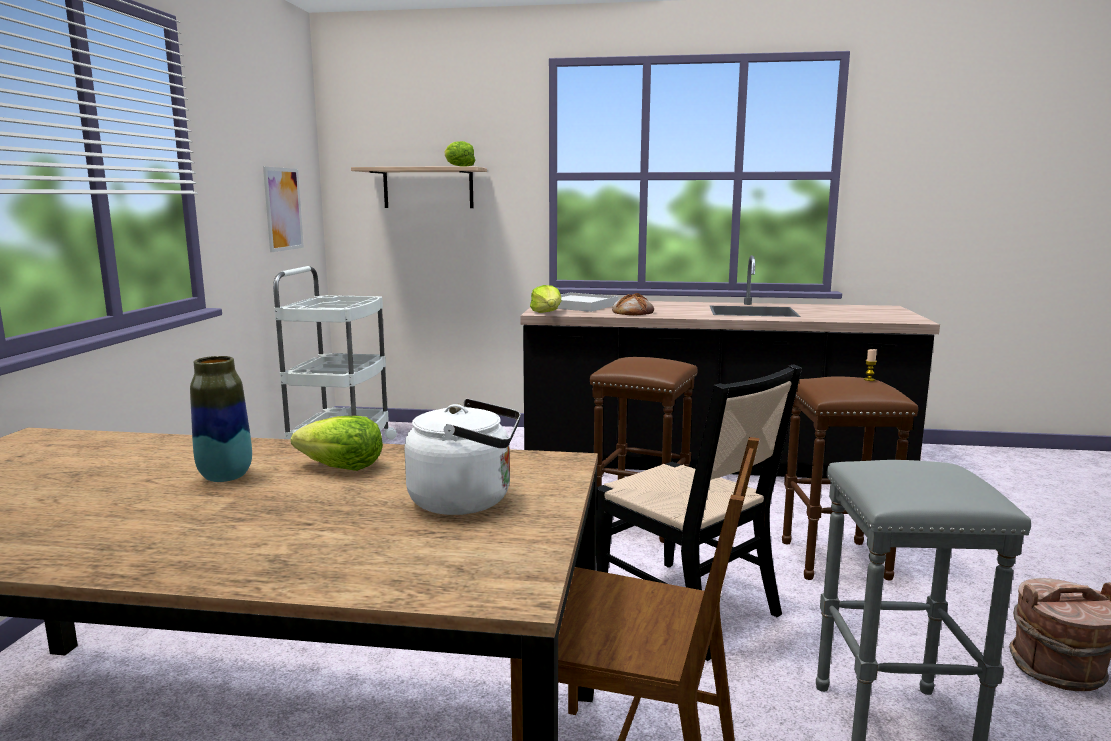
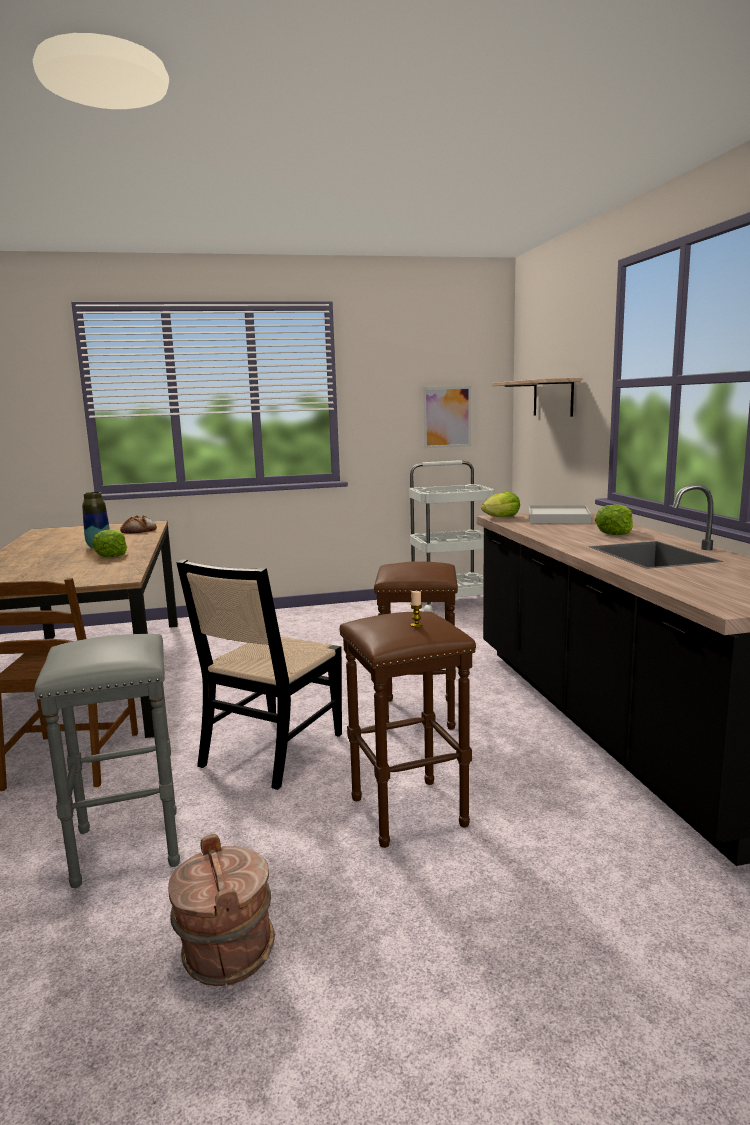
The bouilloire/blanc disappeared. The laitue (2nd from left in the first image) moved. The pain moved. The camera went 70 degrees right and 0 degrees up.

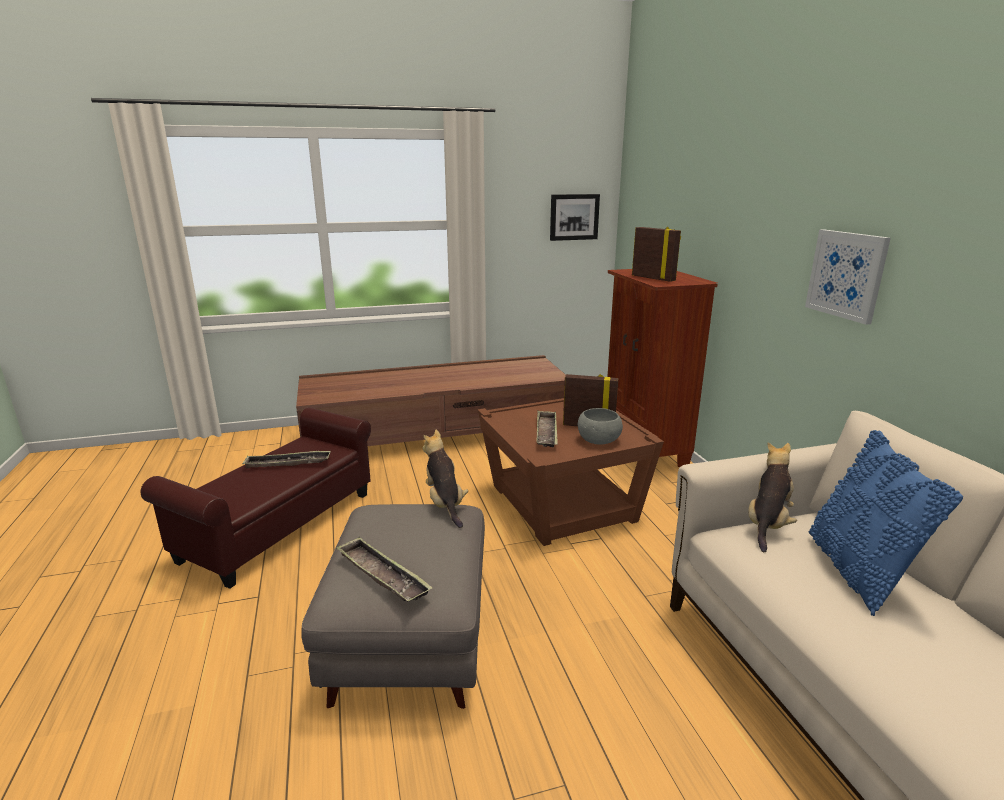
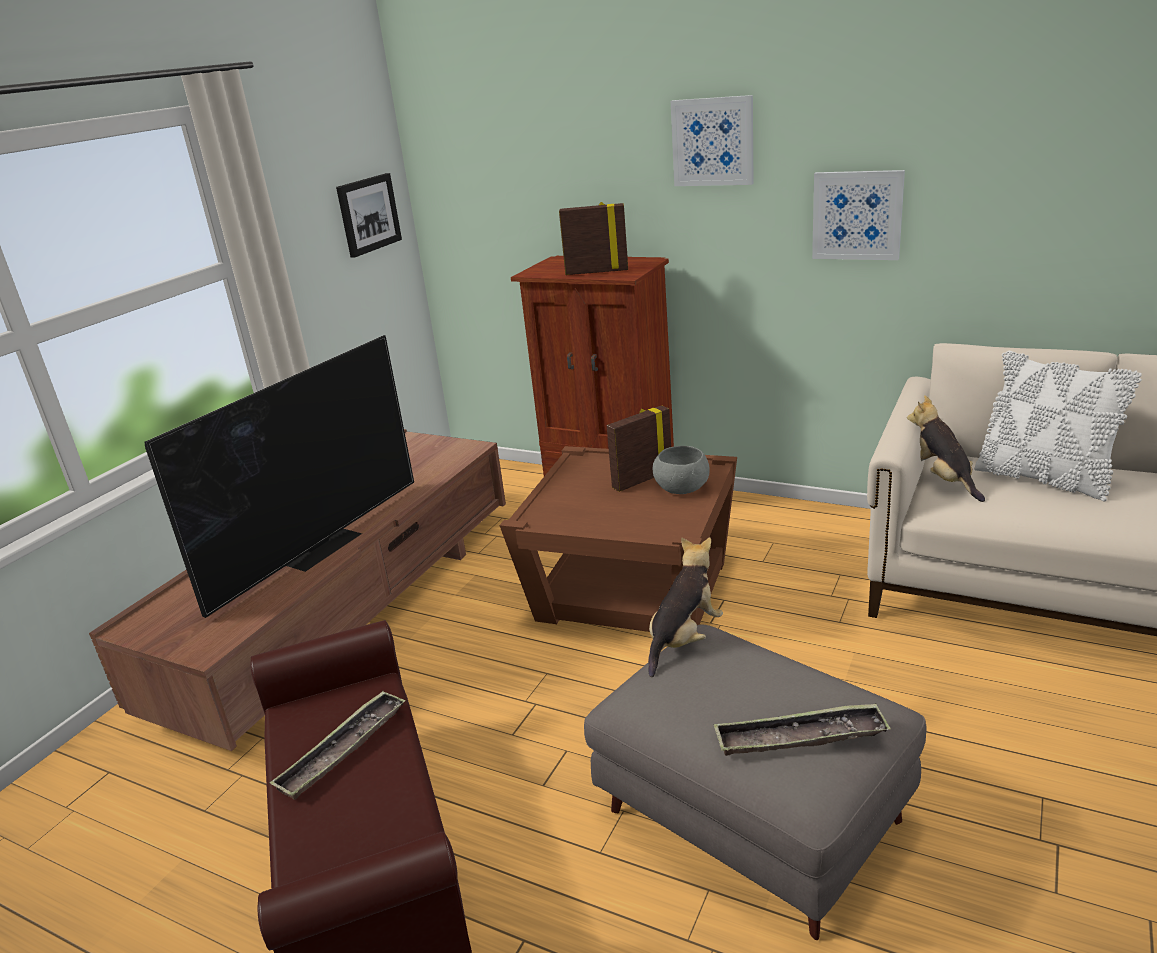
The plateau (3rd from left) disappeared. The téléviseur appeared. The tableau (2nd from left) appeared. The coussin/bleu became the coussin/blanc. The peluche (1st from left) turned 105 degrees clockwise. The camera went 45 degrees left and 5 degrees up.

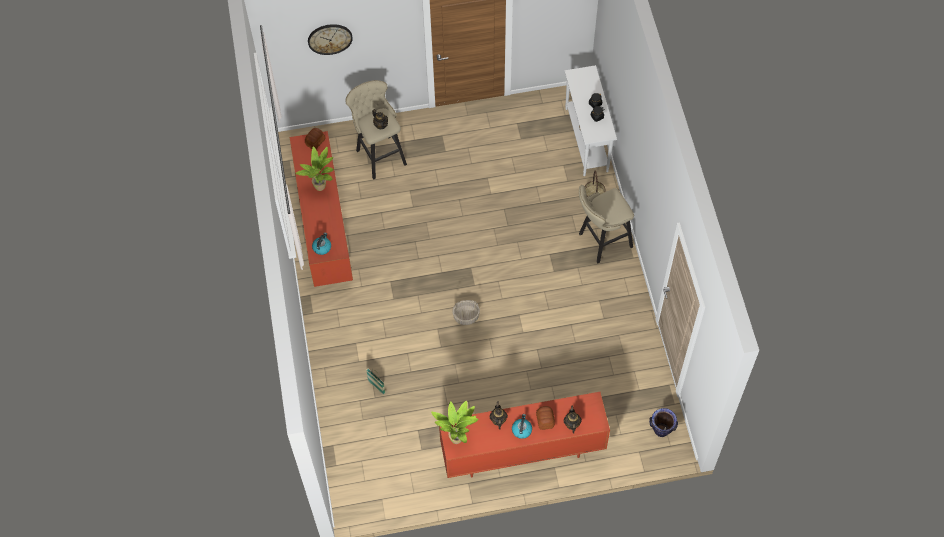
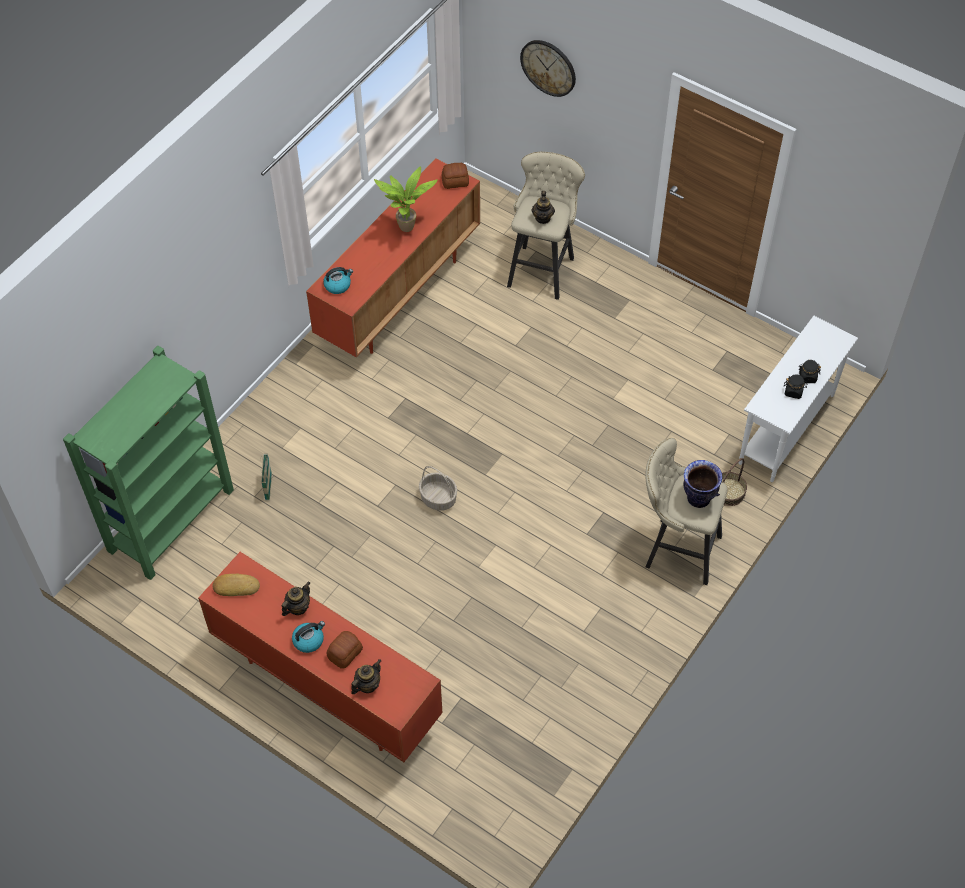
The bibliothèque/vert appeared. The vase moved. The plante en pot (2nd from left) was replaced by the pain (1st from left). The camera went 45 degrees right and 5 degrees down.

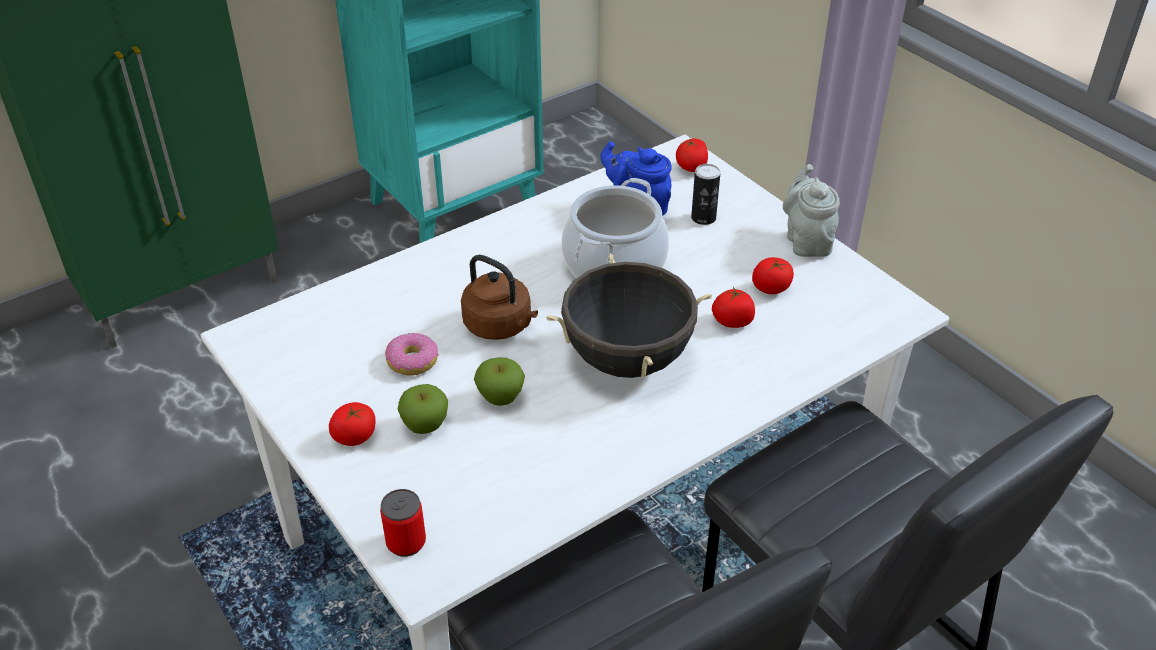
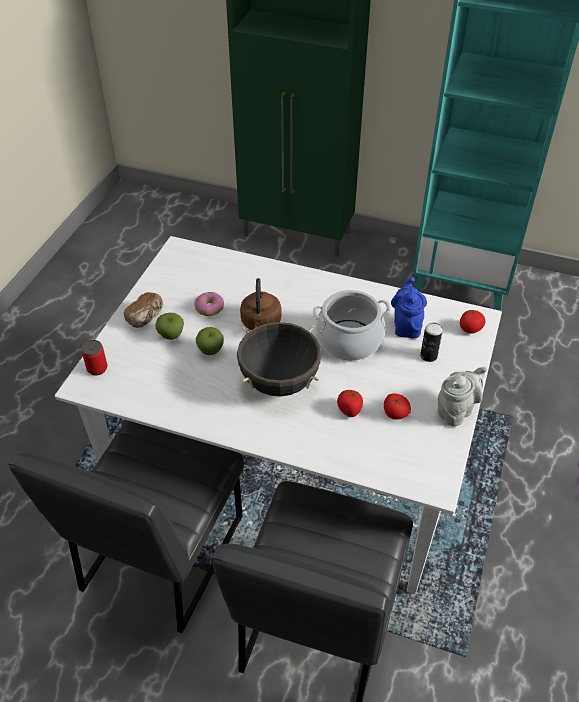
The tomate (1st from left) was replaced by the pain. The camera went 55 degrees right and 5 degrees up.

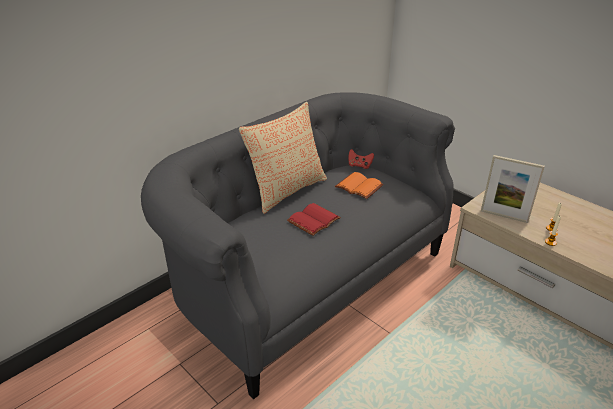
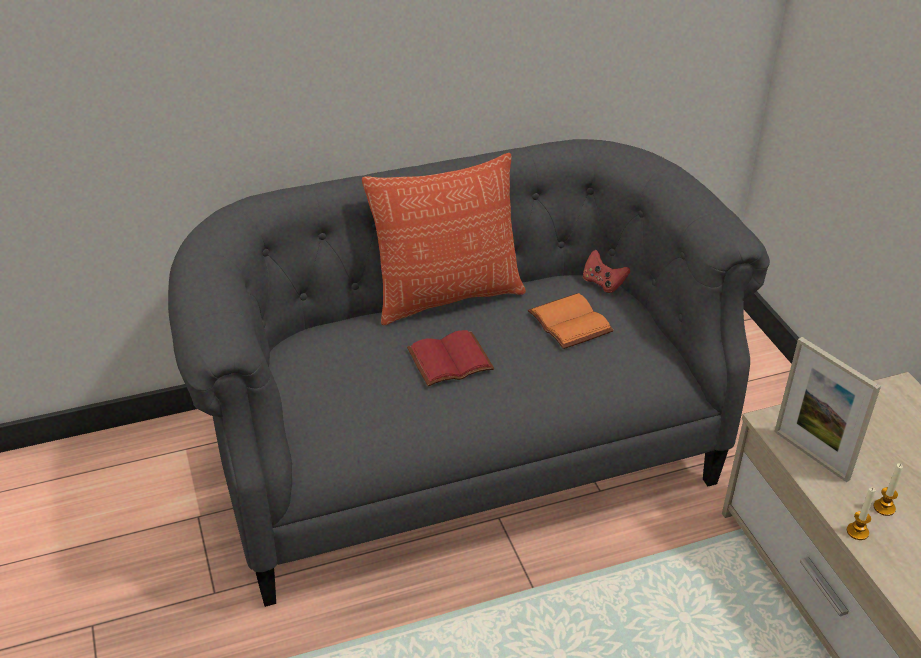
The coussin/beige became the coussin/orange. The camera went 25 degrees right and 5 degrees up.

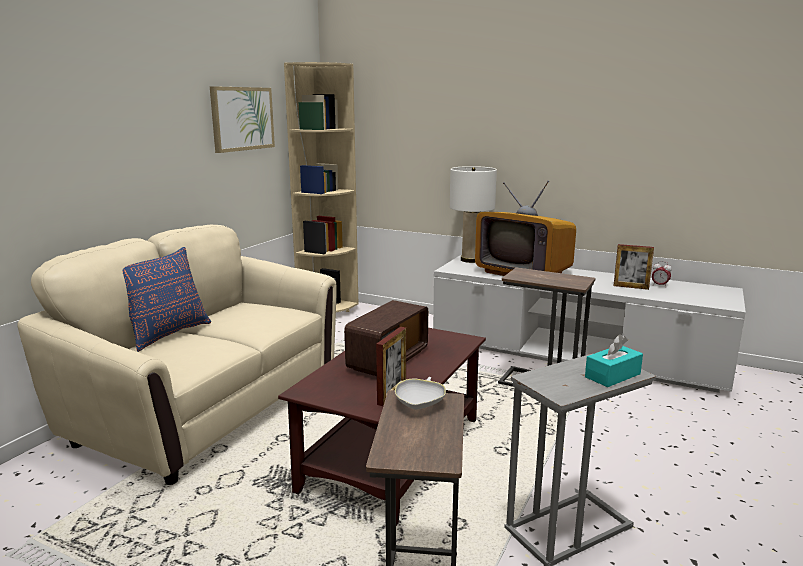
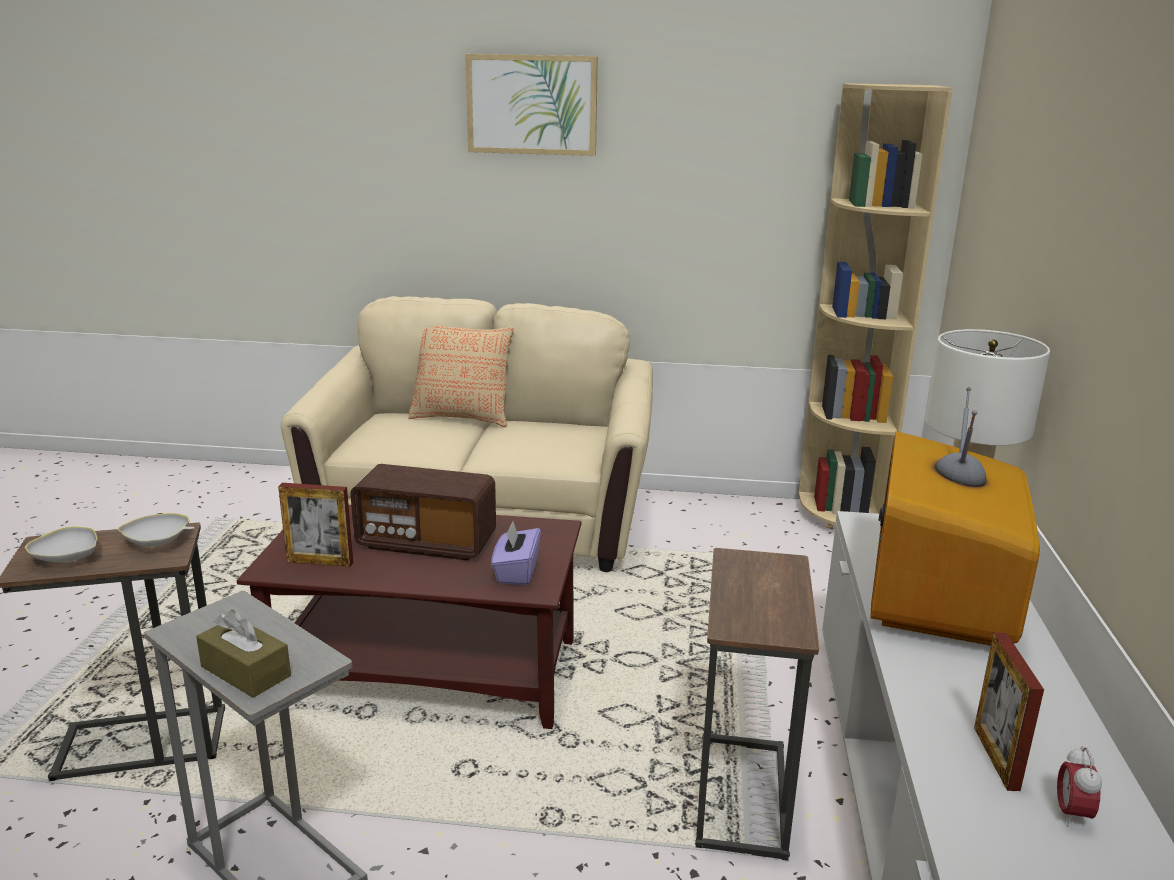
The bol/blanc (1st from left) appeared. The boîte à mouchoirs/violet appeared. The tableau moved. The coussin/bleu became the coussin/beige. The boîte à mouchoirs/turquoise became the boîte à mouchoirs/marron. The camera went 70 degrees right and 5 degrees up.

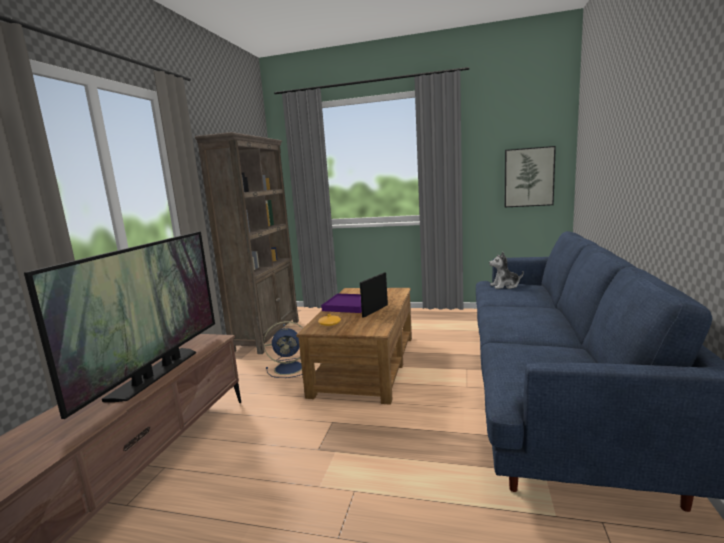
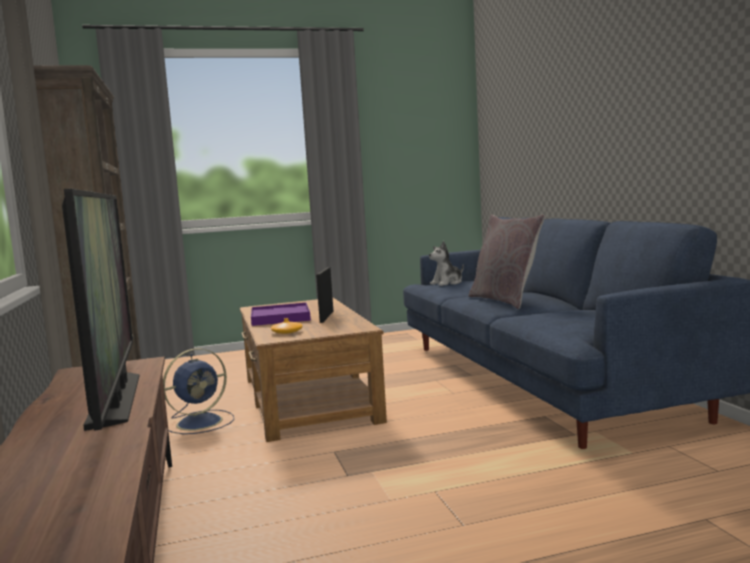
The tableau disappeared. The coussin/gris appeared. The camera went 30 degrees left and 5 degrees down.

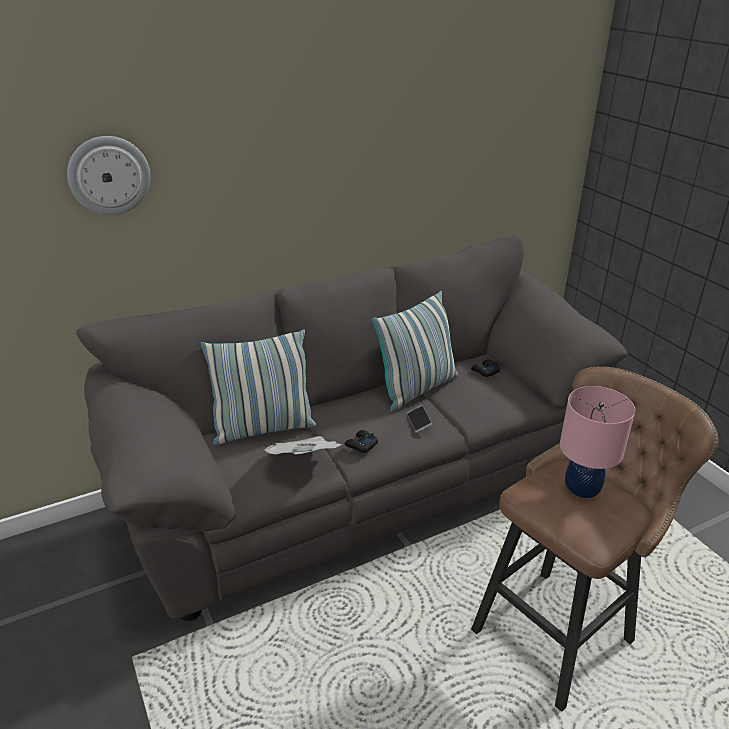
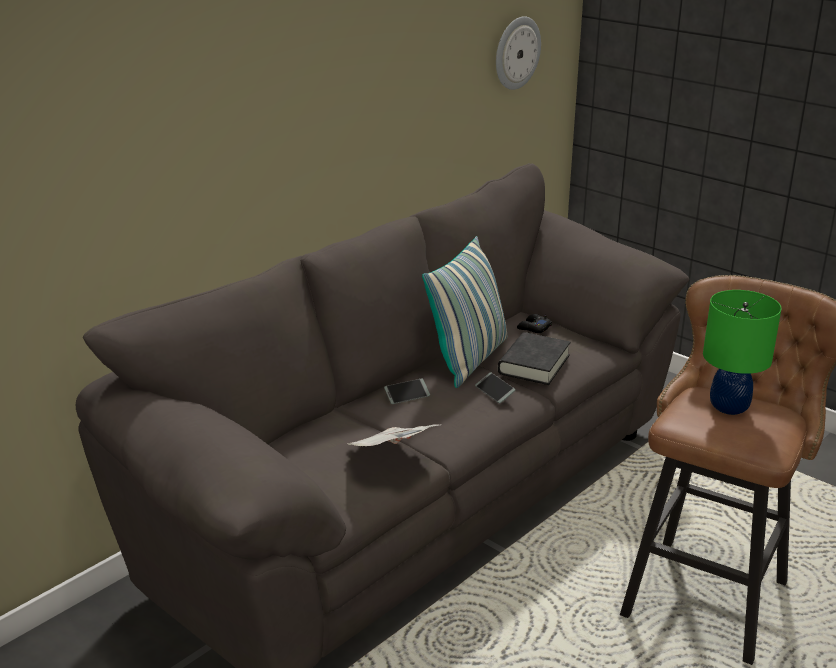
The coussin (1st from left) disappeared. The manette/noir (1st from left) disappeared. The téléphone (1st from left) appeared. The livre/noir appeared. The horloge murale moved. The lampe de table/rose became the lampe de table/vert. The camera went 20 degrees left and 5 degrees down.

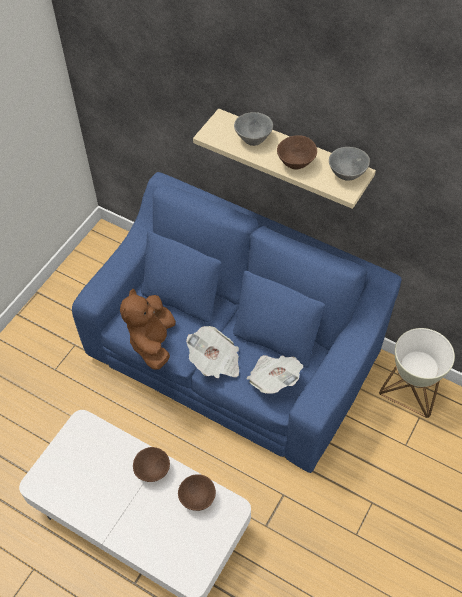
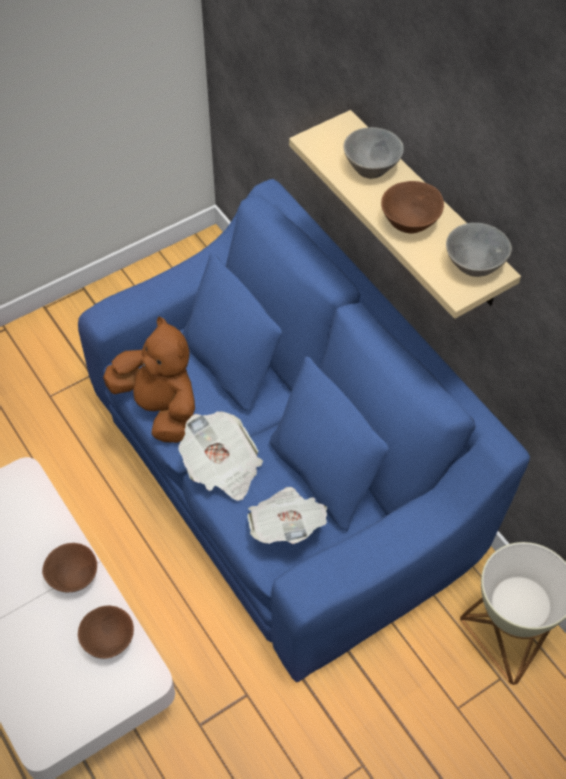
The peluche/marron turned 105 degrees clockwise. The camera went 25 degrees right and 0 degrees up.

